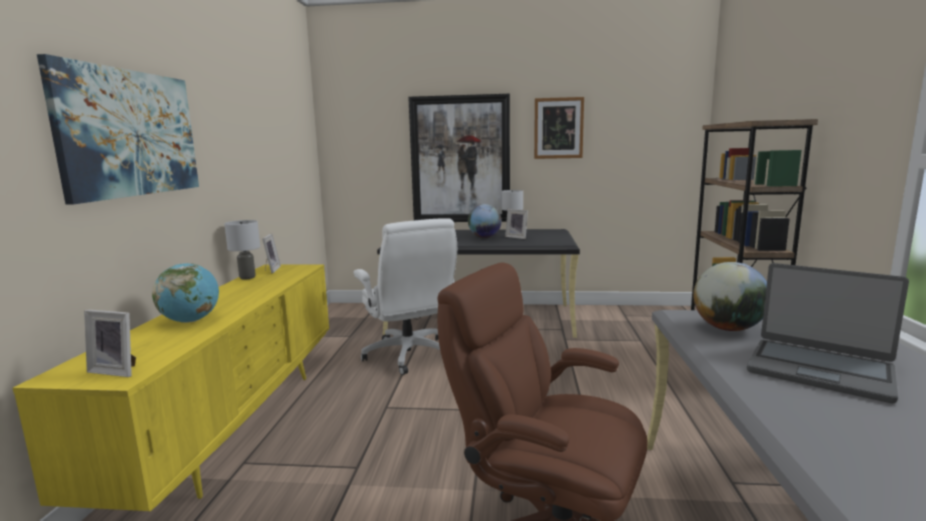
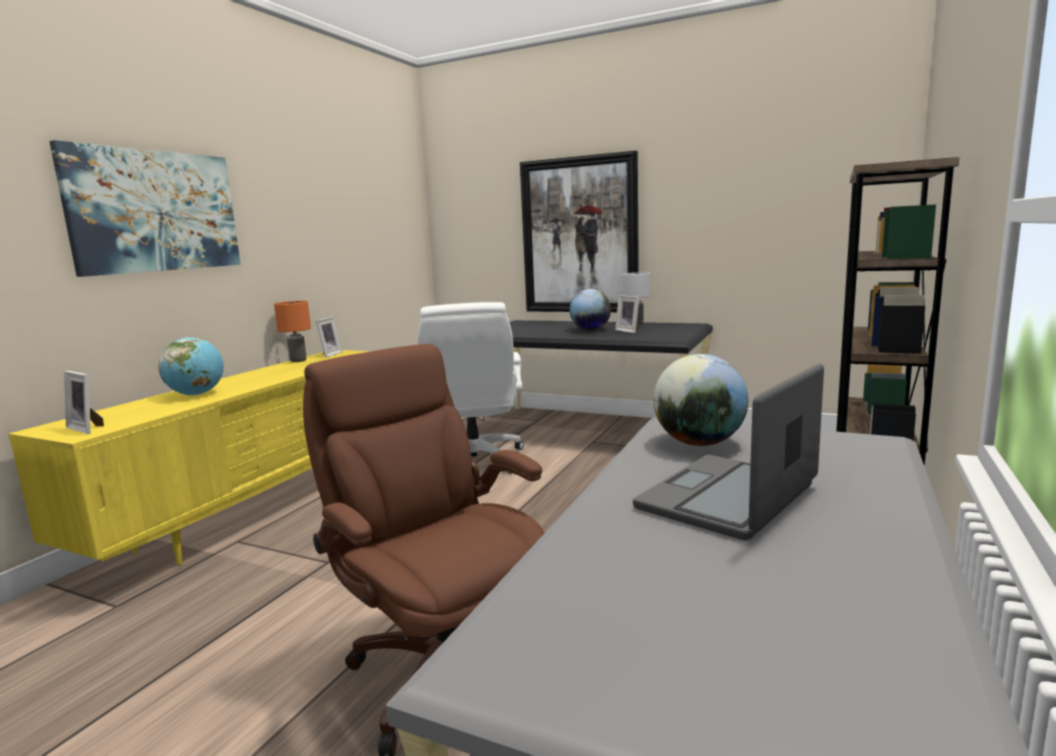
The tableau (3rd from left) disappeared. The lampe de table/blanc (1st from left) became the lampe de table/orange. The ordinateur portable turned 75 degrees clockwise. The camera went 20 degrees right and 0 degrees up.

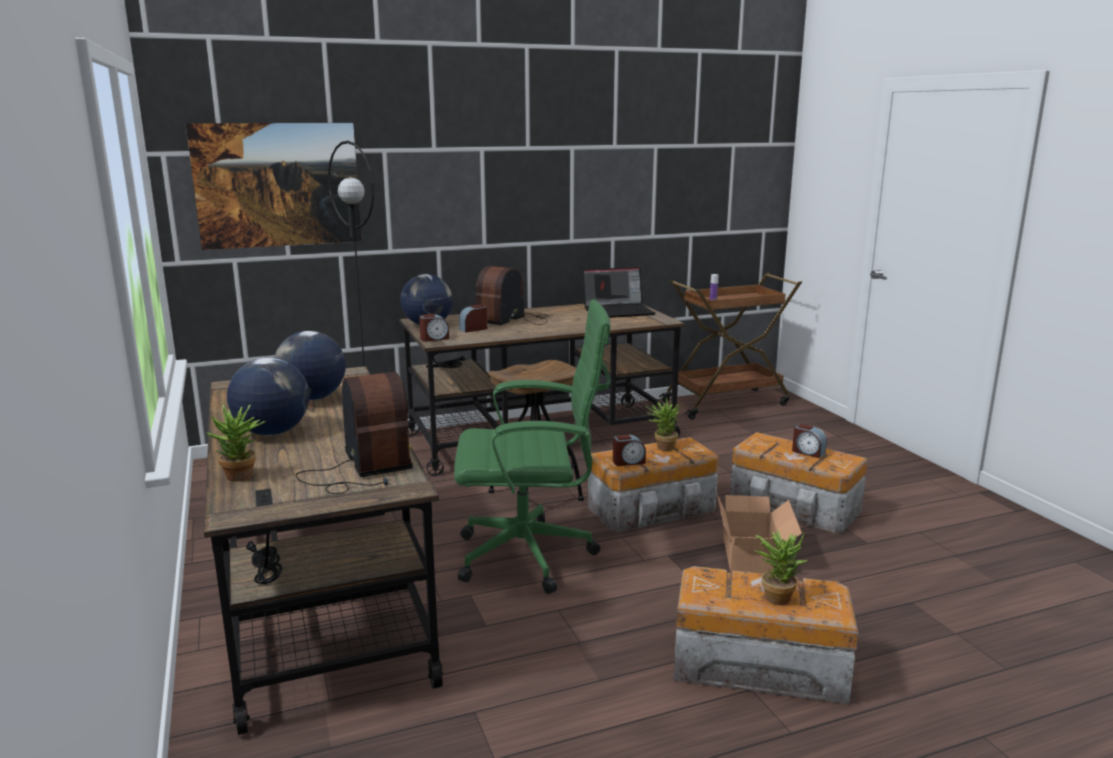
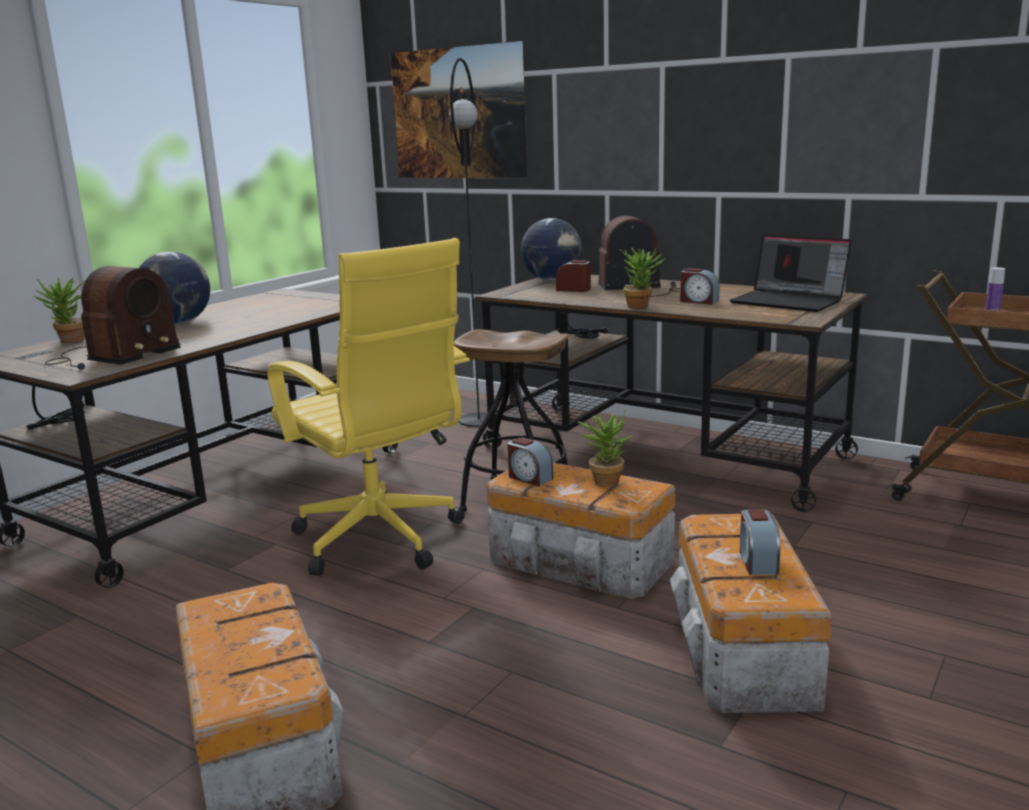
The globe (2nd from left) disappeared. The carton disappeared. The réveil (1st from left in the first image) moved. The plante en pot (3rd from left) moved. The chaise de bureau/vert became the chaise de bureau/jaune. The camera went 55 degrees right and 0 degrees up.

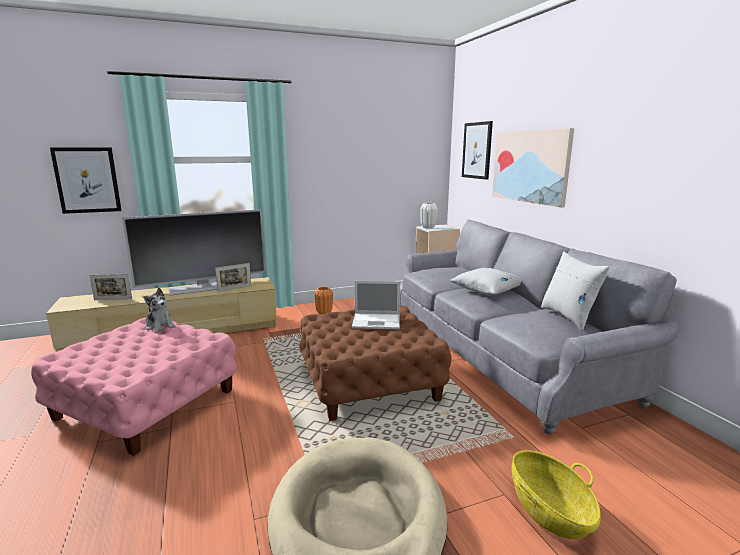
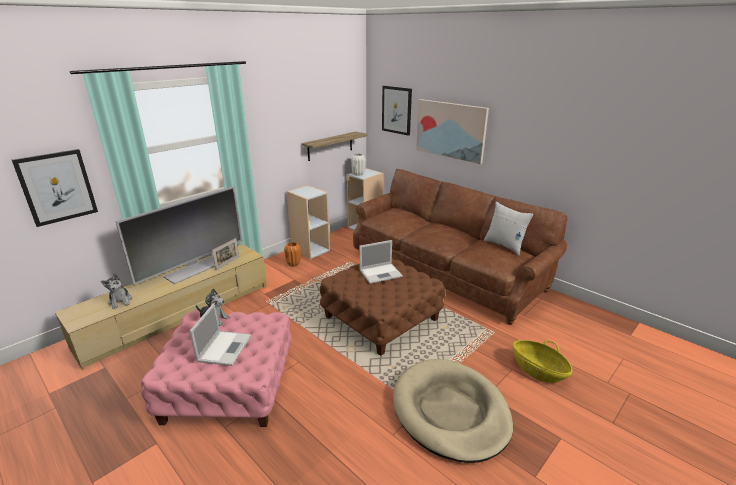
The coussin/gris (1st from left) disappeared. The ordinateur portable (1st from left) appeared. The bibliothèque (1st from left) appeared. The étagère appeared. The cadre photo (1st from left) was replaced by the peluche (1st from left). The canapé/gris became the canapé/marron. The camera went 25 degrees left and 10 degrees up.

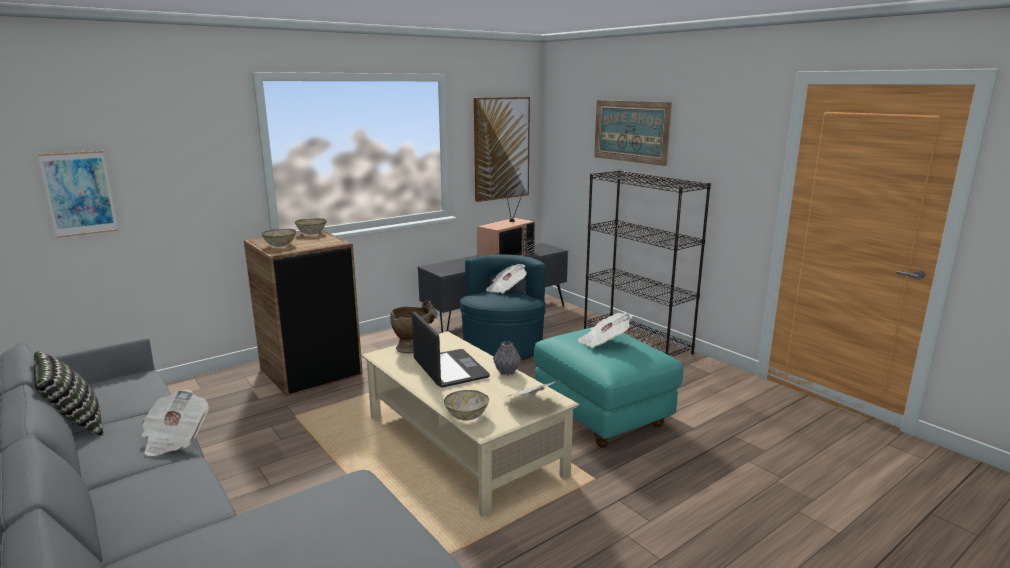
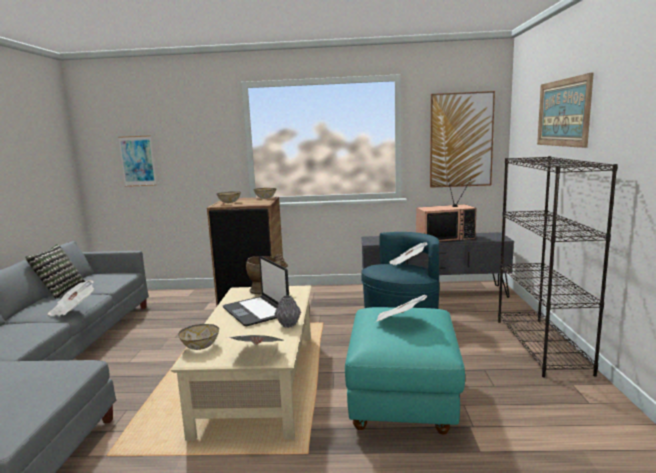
The ordinateur portable turned 135 degrees clockwise. The camera went 40 degrees right and 5 degrees down.

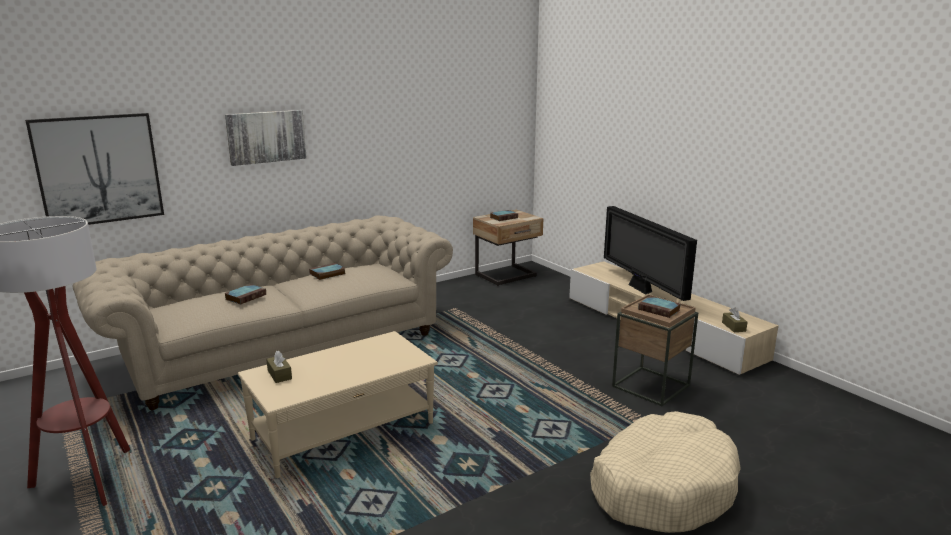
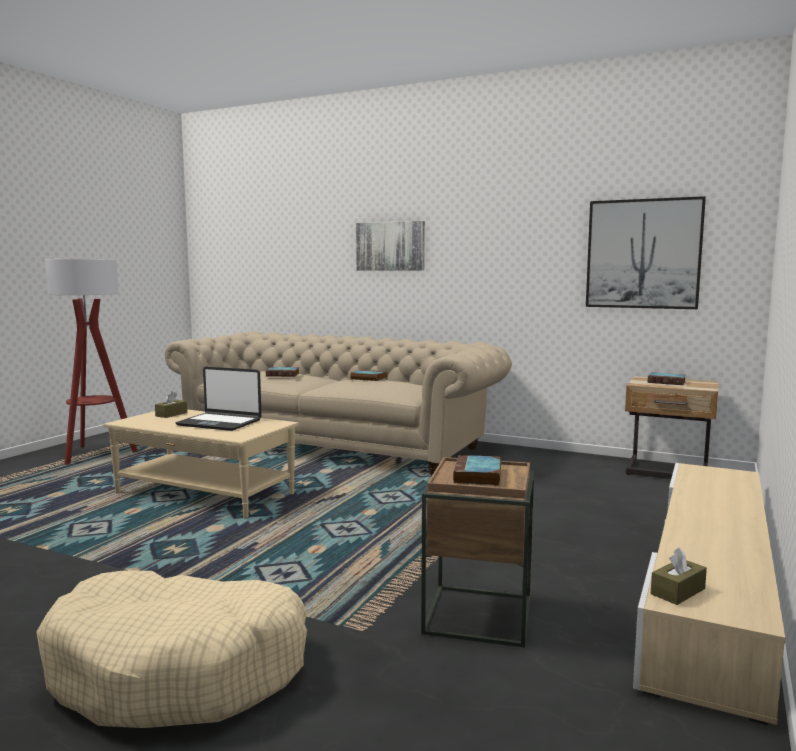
The téléviseur disappeared. The ordinateur portable appeared. The tableau (1st from left in the first image) moved. The camera went 60 degrees right and 10 degrees down.

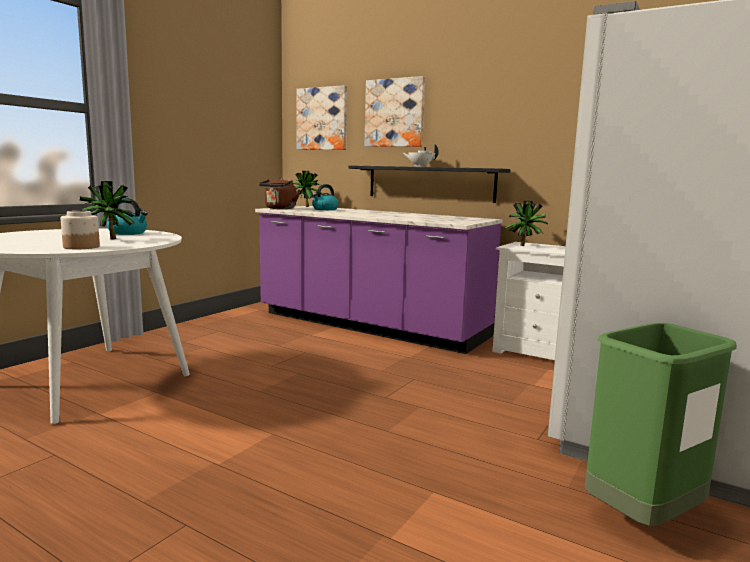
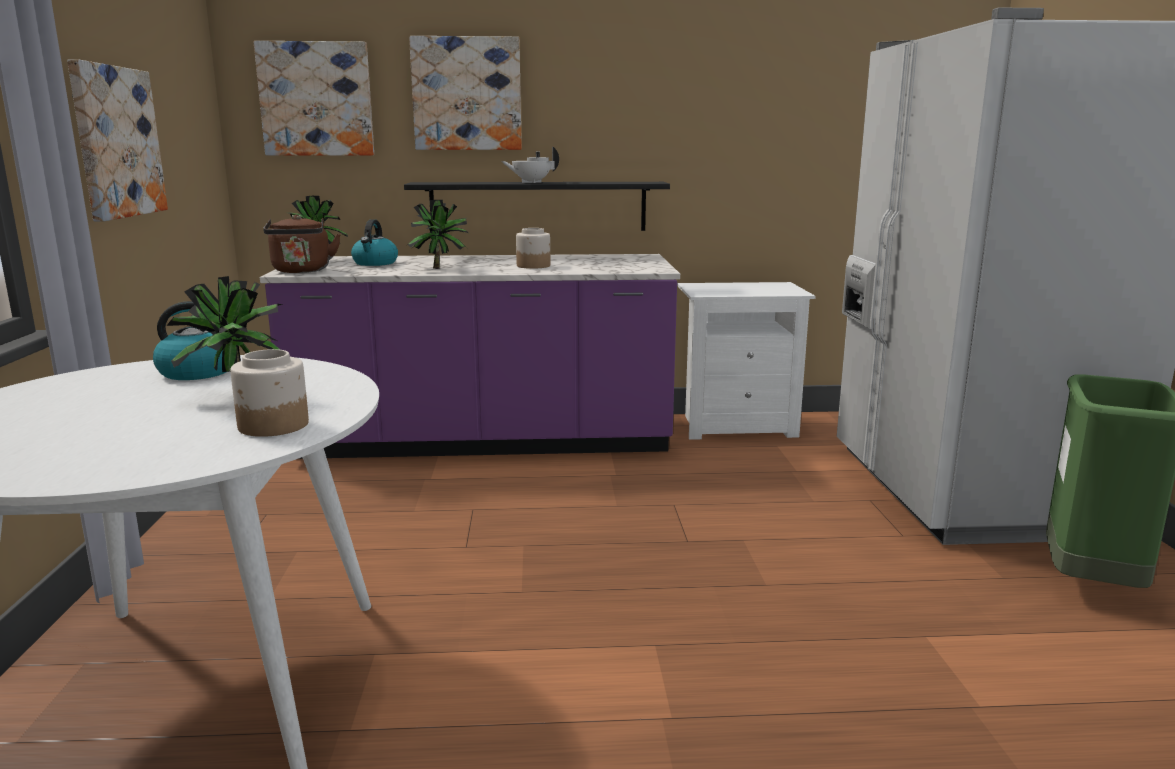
The tableau (1st from left) appeared. The bocal (2nd from left) appeared. The plante en pot (3rd from left) moved. The camera went 35 degrees left and 5 degrees up.

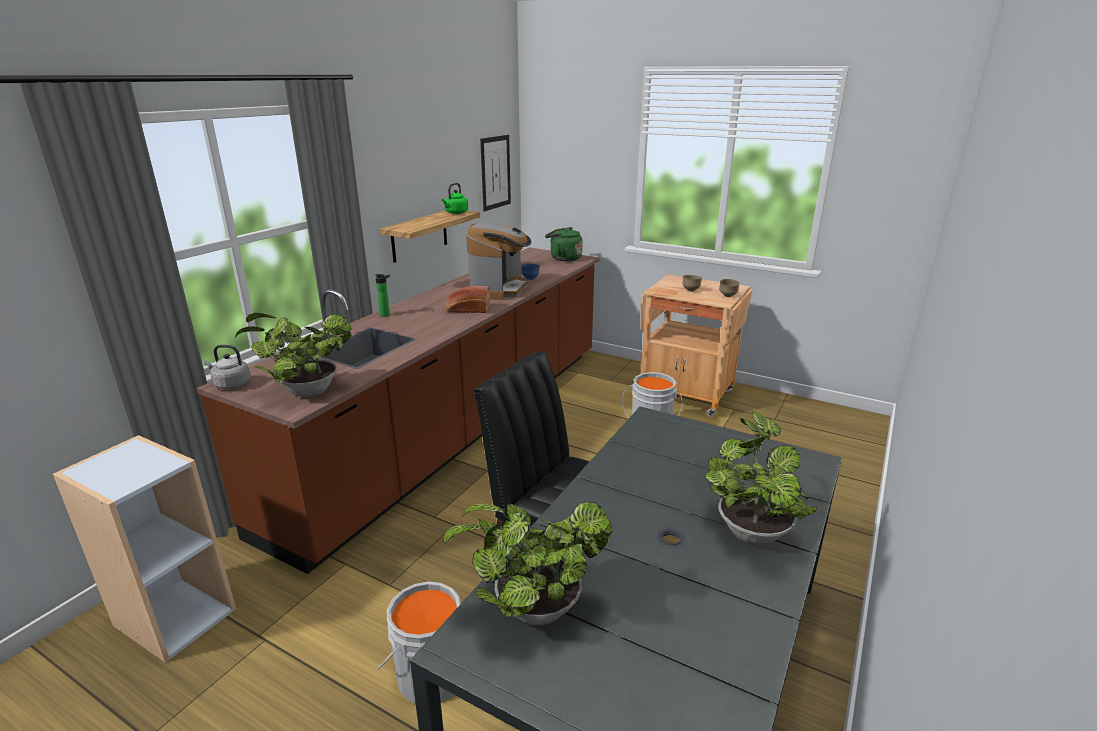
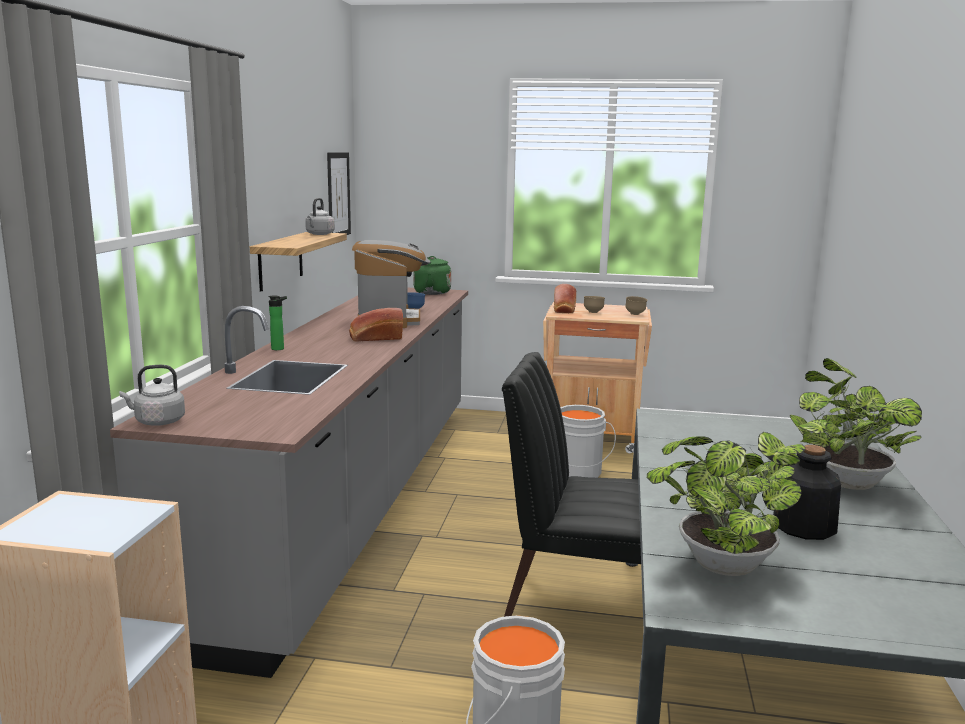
The plante en pot (1st from left) disappeared. The pain (2nd from left) appeared. The bouteille (2nd from left) appeared. The comptoir de cuisine/marron became the comptoir de cuisine/gris. The bouilloire/vert (1st from left) became the bouilloire/gris (2nd from left). The camera went 20 degrees left and 10 degrees down.

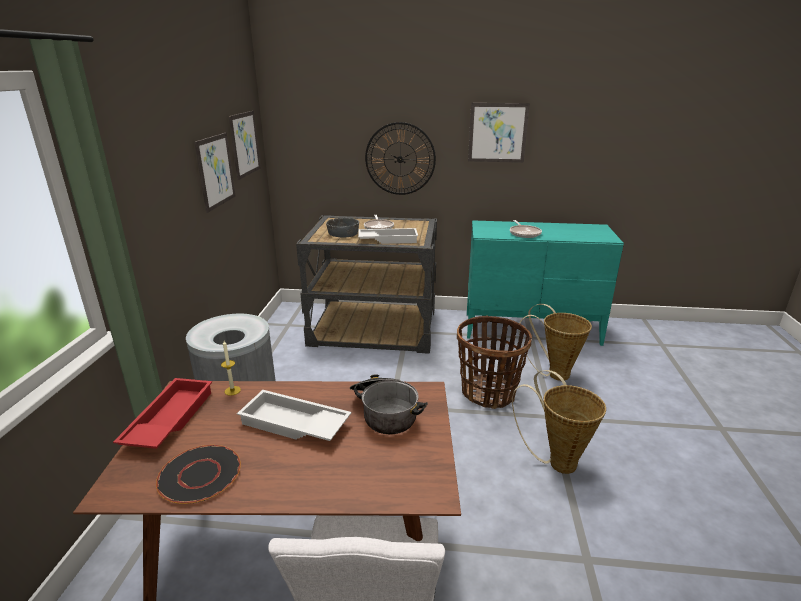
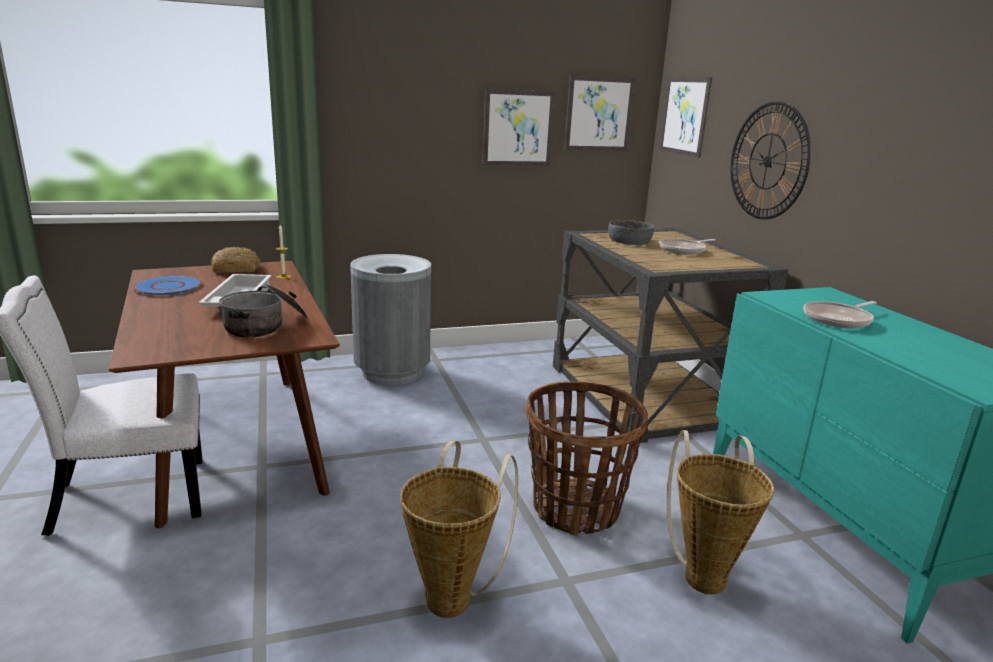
The plateau/blanc (2nd from left) disappeared. The tableau (3rd from left) moved. The plateau/rouge was replaced by the pain. The assiette/noir became the assiette/bleu. The camera went 65 degrees right and 5 degrees down.

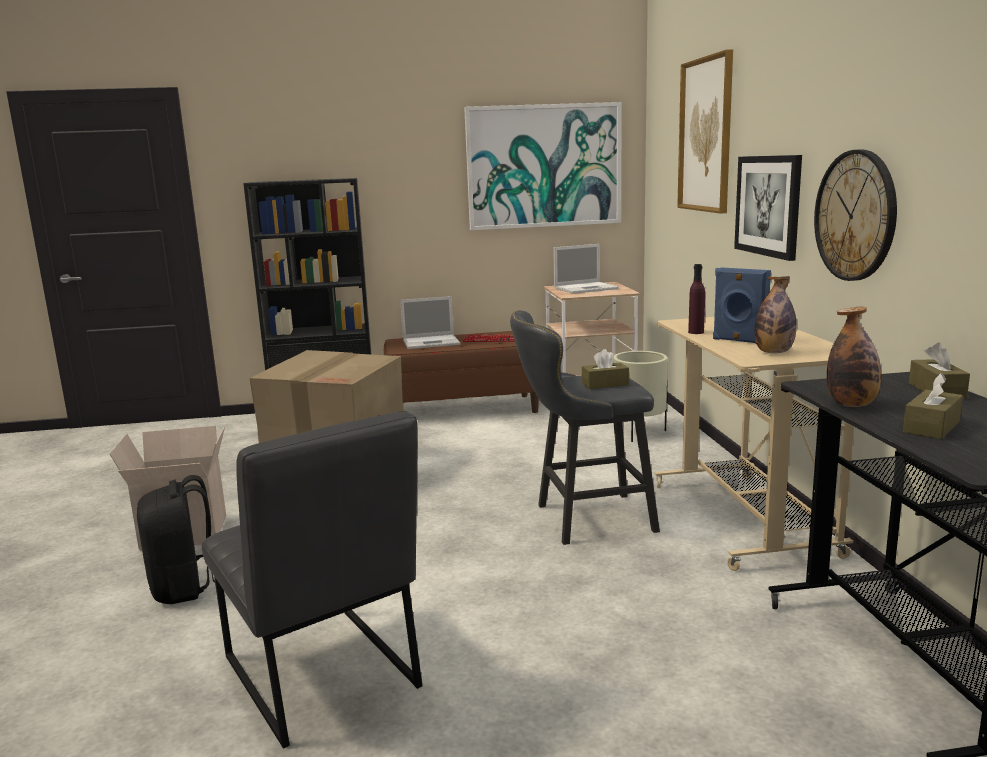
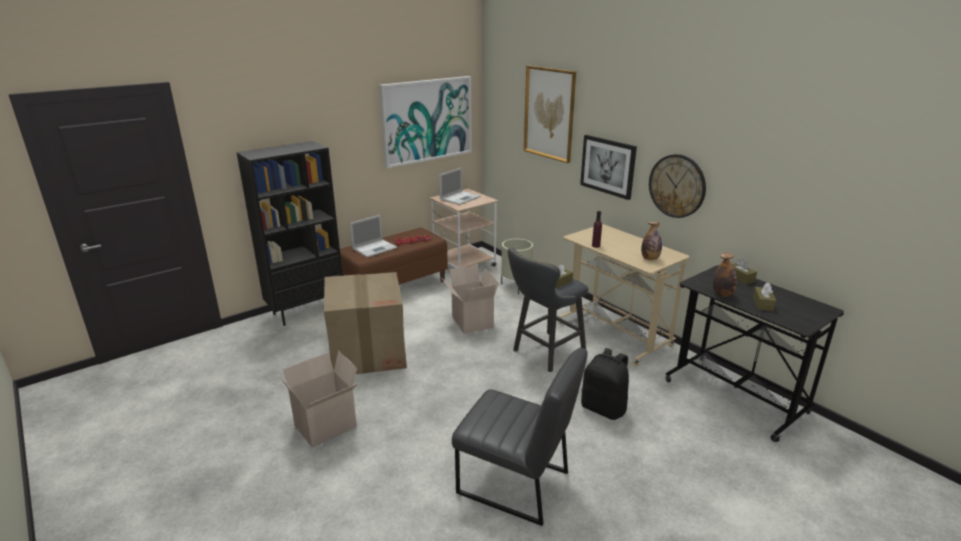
The enceinte/bleu disappeared. The carton (3rd from left) appeared. The sac à dos/noir moved. The camera went 30 degrees left and 10 degrees up.

